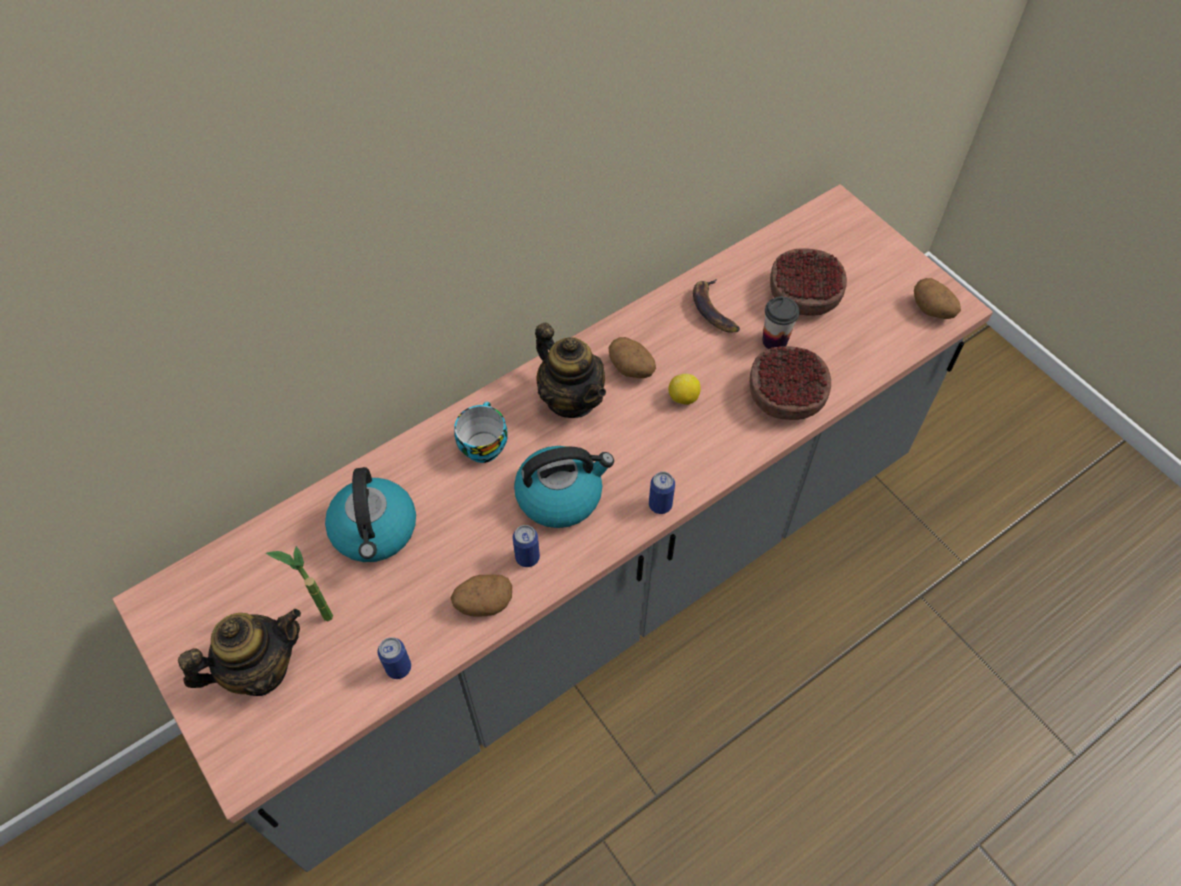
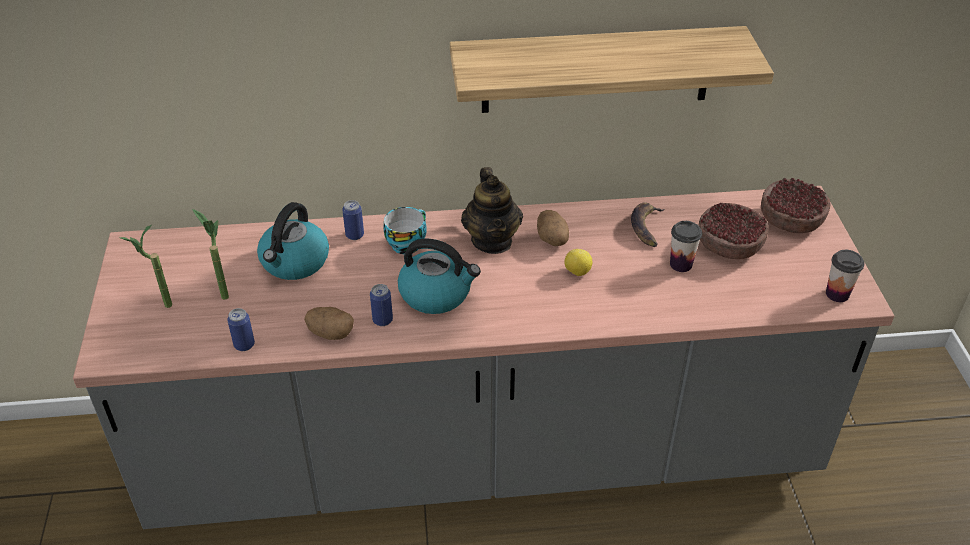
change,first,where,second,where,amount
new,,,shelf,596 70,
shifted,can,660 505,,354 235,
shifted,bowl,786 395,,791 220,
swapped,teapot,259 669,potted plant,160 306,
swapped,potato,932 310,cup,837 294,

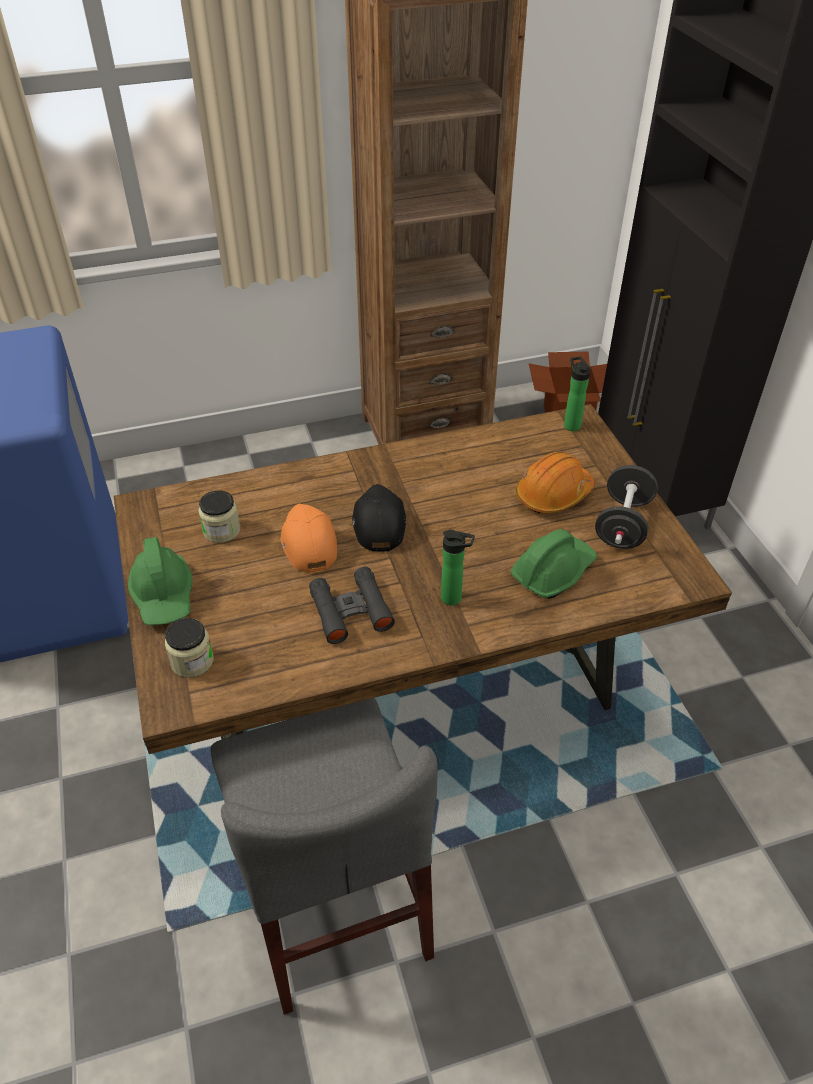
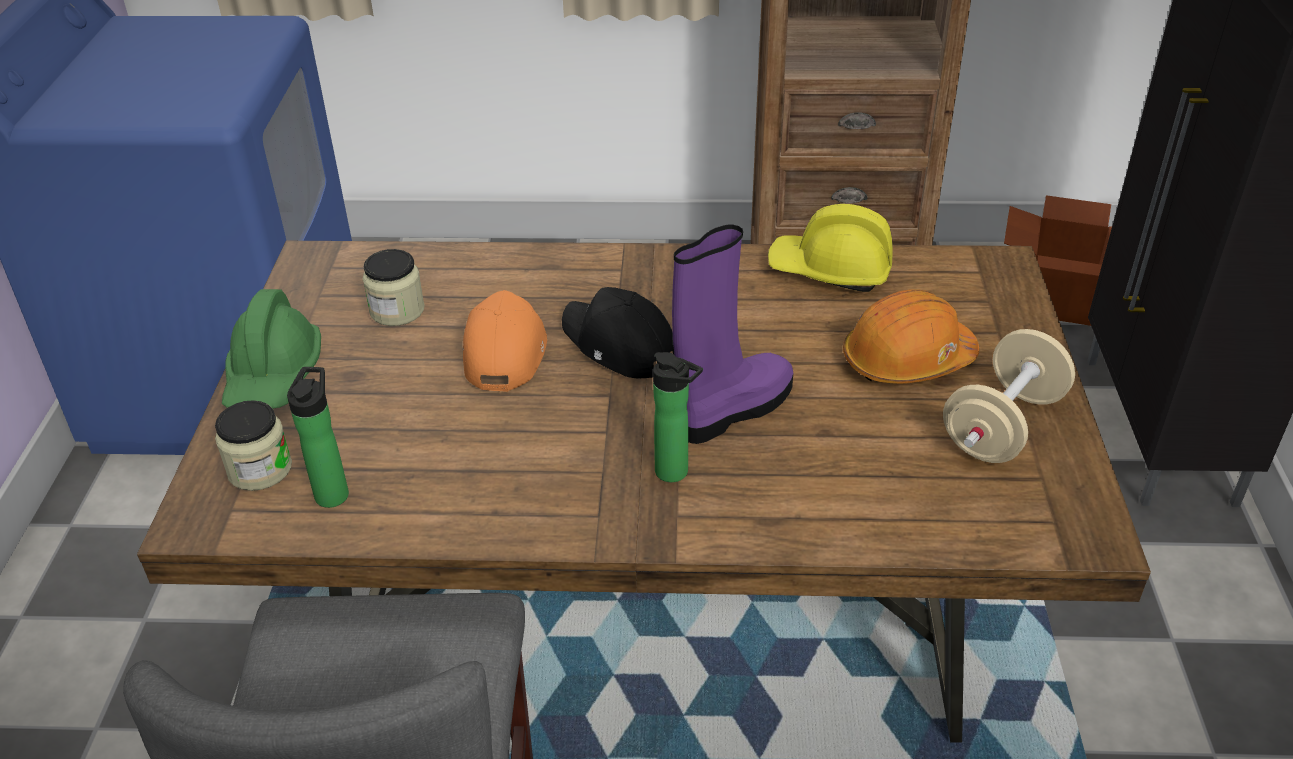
change,first,where,second,where,amount
gone,black binoculars,350 611,,,
gone,green hard hat,553 572,,,
new,,,purple boot,732 410,
new,,,yellow hard hat,830 270,
shifted,bottle,571 424,,333 492,
repainted,black dumbbell,622 524,beige dumbbell,1002 426,
rotated,black cap,378 523,,618 345,60 degrees counterclockwise

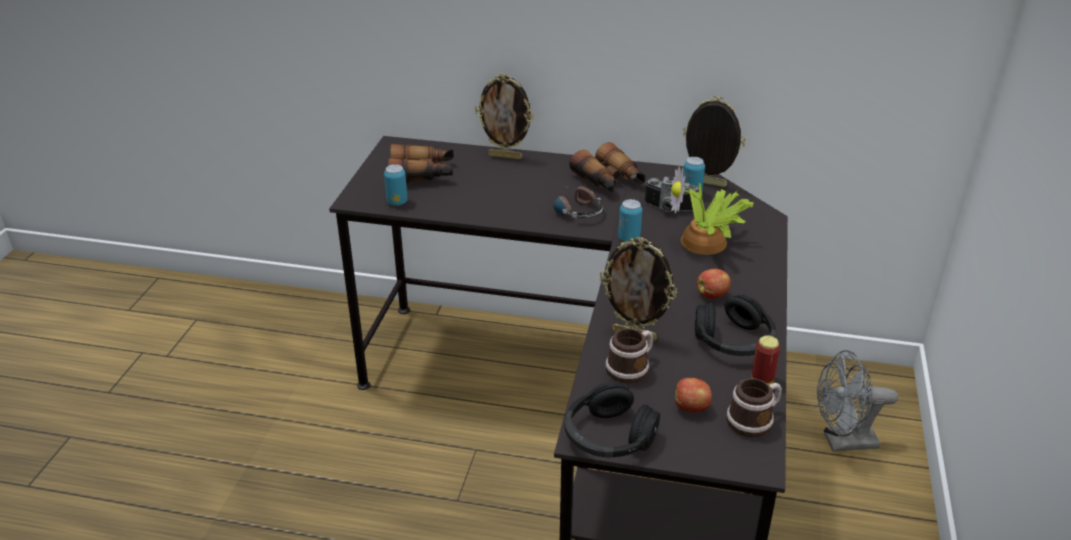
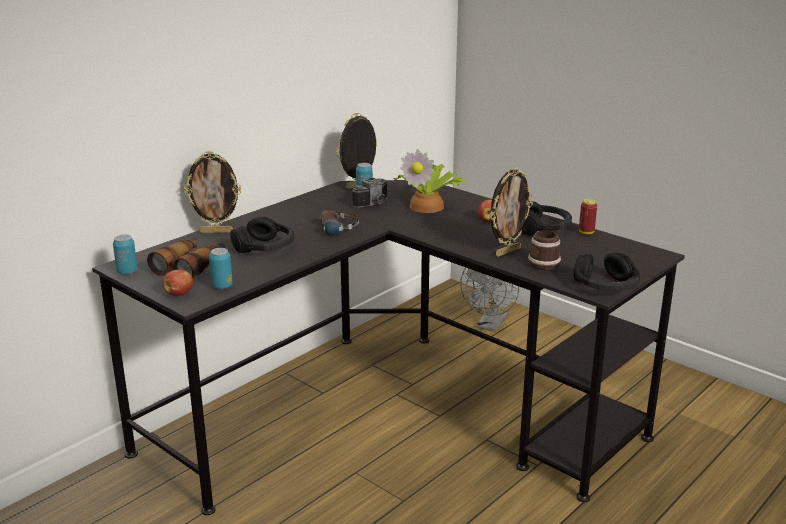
change,first,where,second,where,amount
gone,binoculars,609 181,,,
gone,mug,754 420,,,
new,,,black headphones,265 248,
shifted,can,629 239,,127 272,
shifted,apple,691 408,,179 294,
rotated,picture frame,505 156,,216 232,45 degrees clockwise

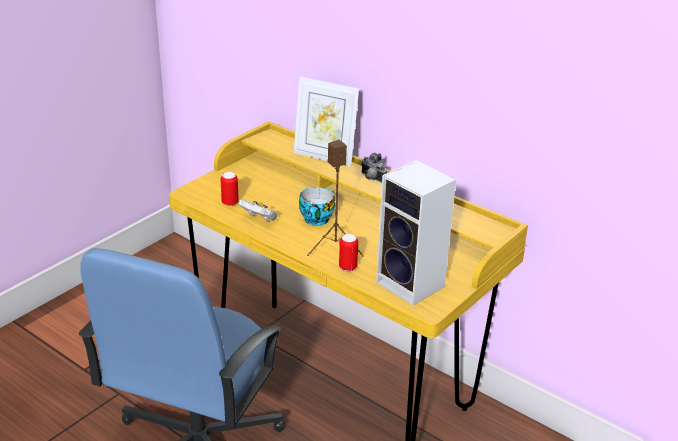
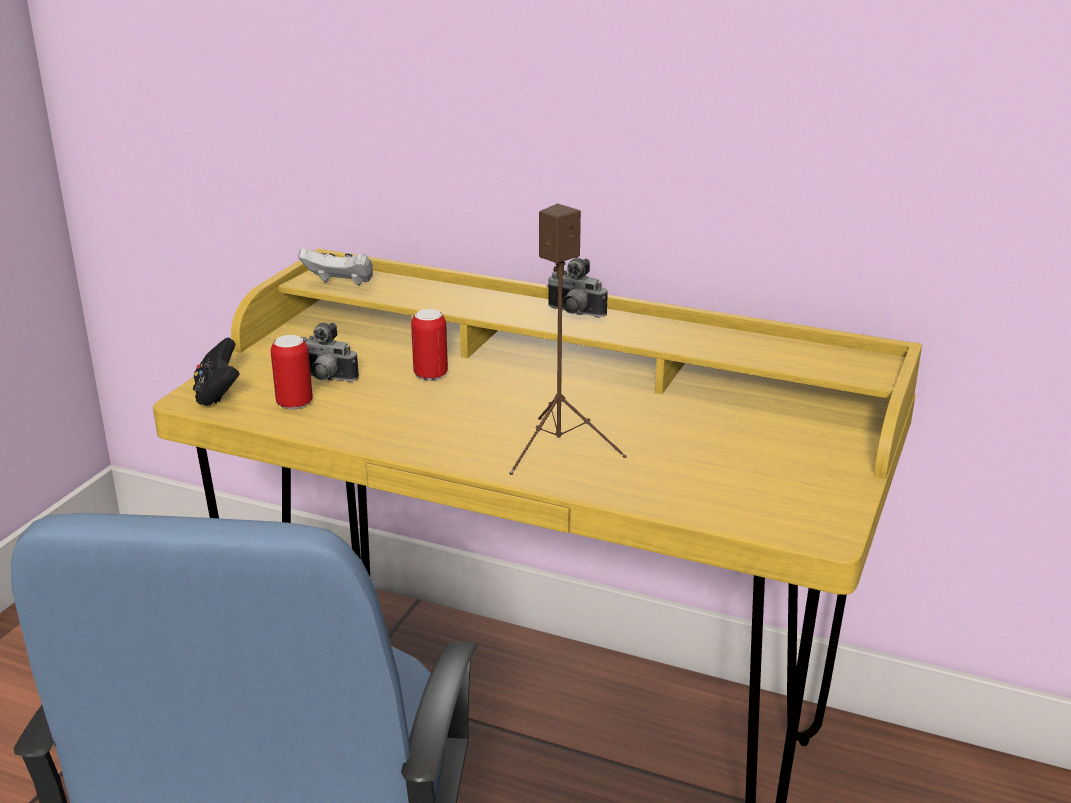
change,first,where,second,where,amount
gone,picture frame,324 157,,,
gone,cup,314 218,,,
gone,speaker,413 285,,,
new,,,black game controller,218 393,
new,,,photo camera,325 379,
shifted,white game controller,259 219,,340 284,
shifted,can,348 267,,430 375,

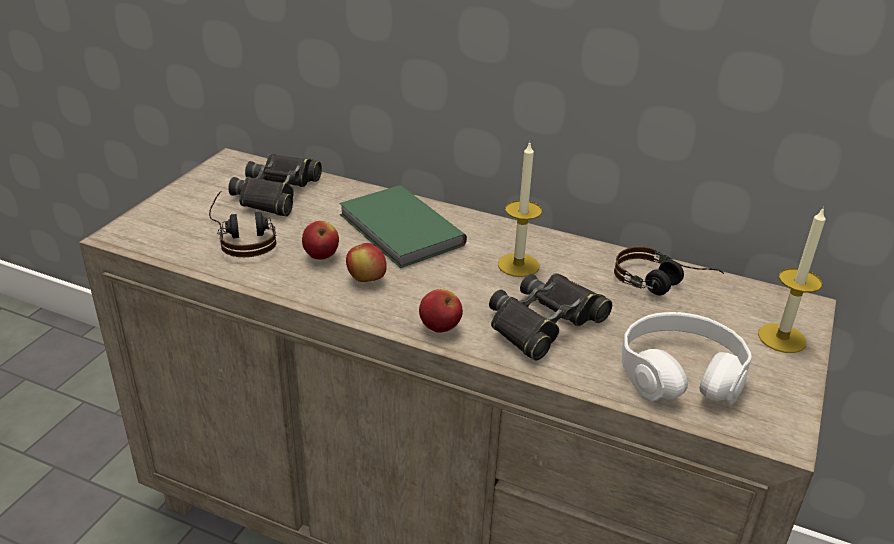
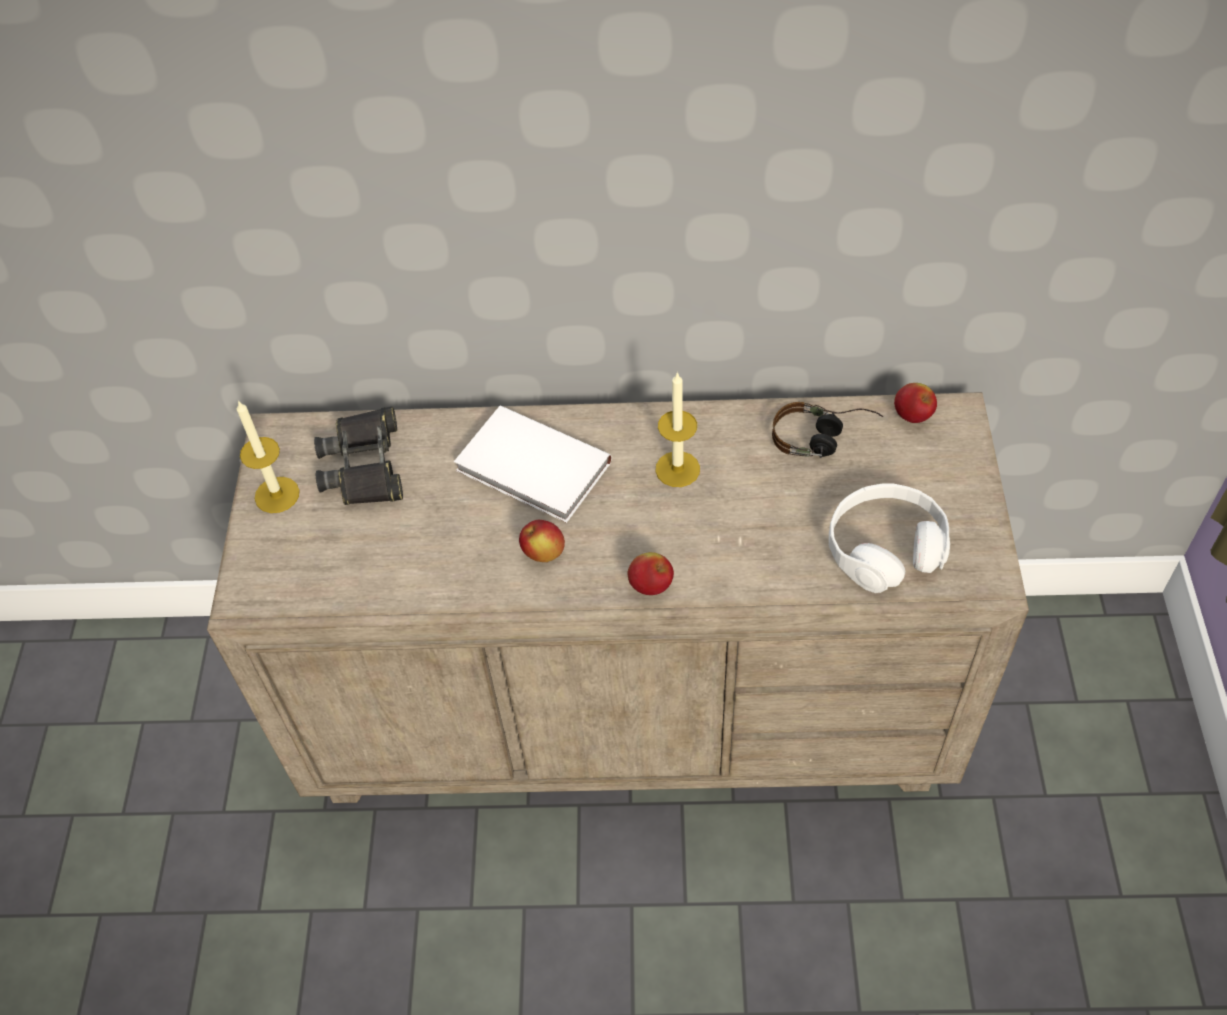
change,first,where,second,where,amount
gone,headphones,243 236,,,
gone,black binoculars,544 323,,,
shifted,apple,321 256,,912 416,
shifted,candle,782 338,,277 495,
repainted,green book,399 231,white book,533 469,

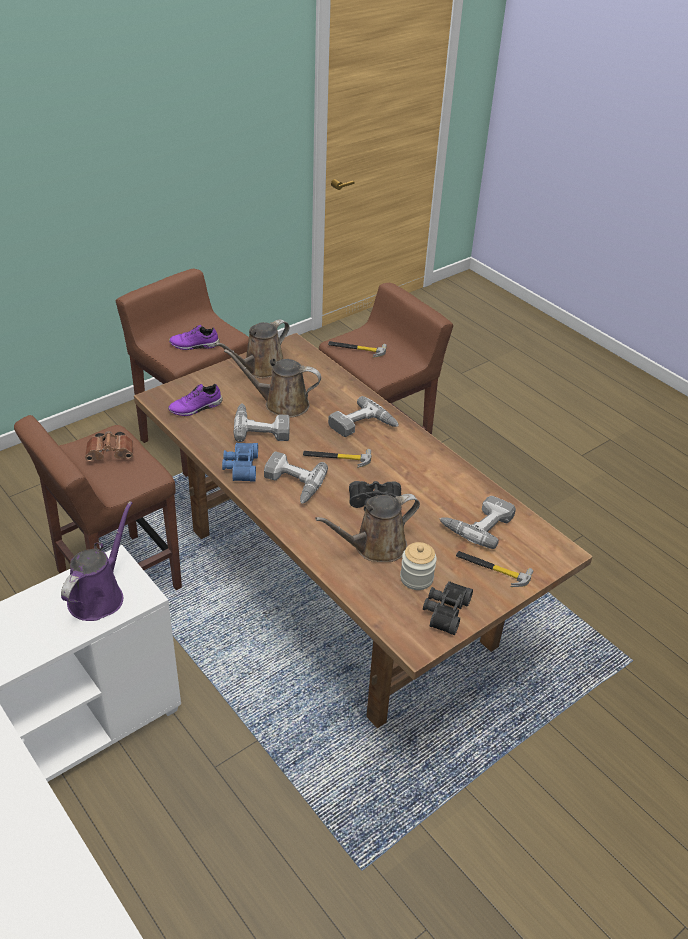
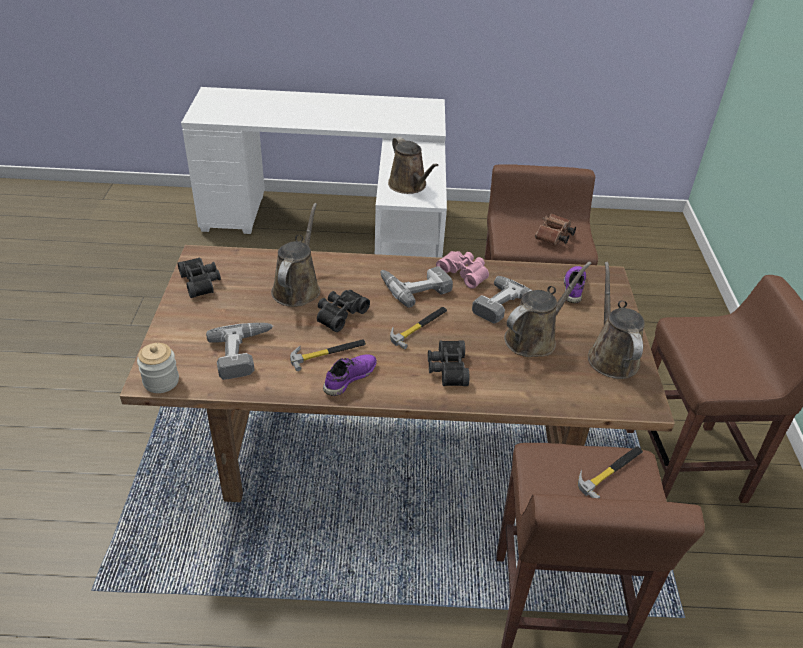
change,first,where,second,where,amount
shifted,purple shoe,194 345,,349 378,
shifted,jar,416 578,,161 381,
shifted,hammer,492 569,,328 353,
swapped,power drill,363 426,black binoculars,446 369,
repainted,purple watering can,99 595,brown watering can,409 186,
repainted,blue binoculars,240 467,pink binoculars,464 273,

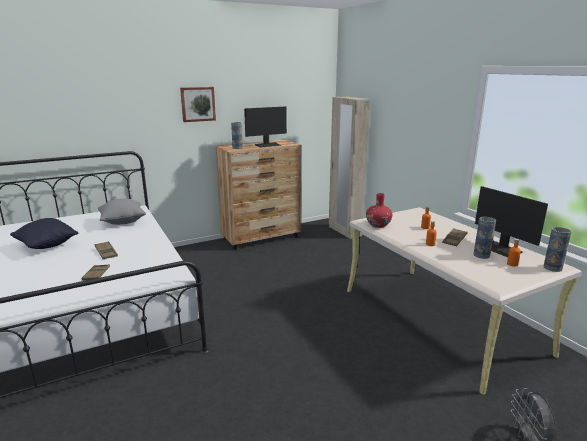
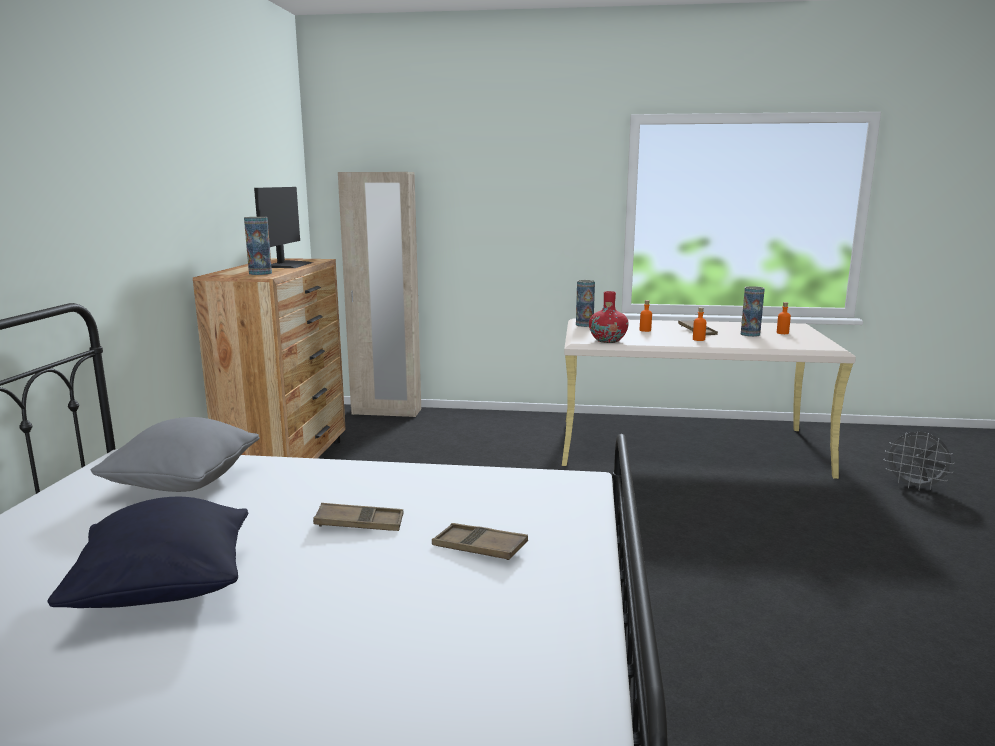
change,first,where,second,where,amount
gone,picture,198 104,,,
gone,monitor,499 248,,,
shifted,vase,552 268,,584 325,

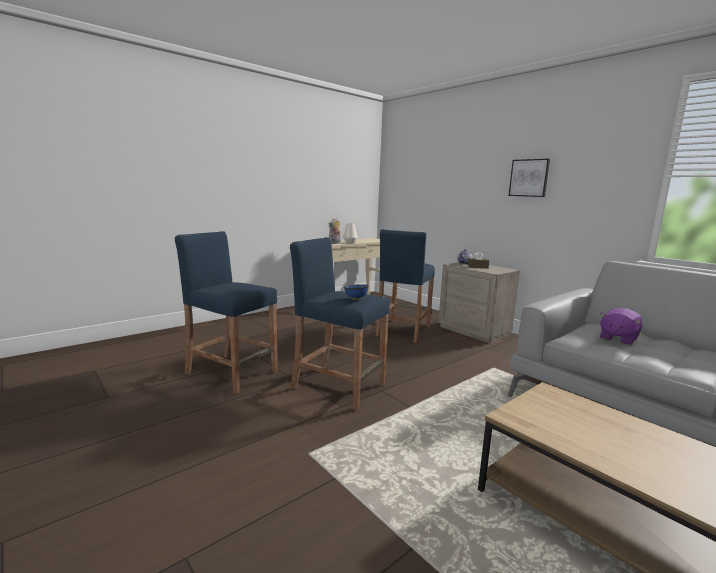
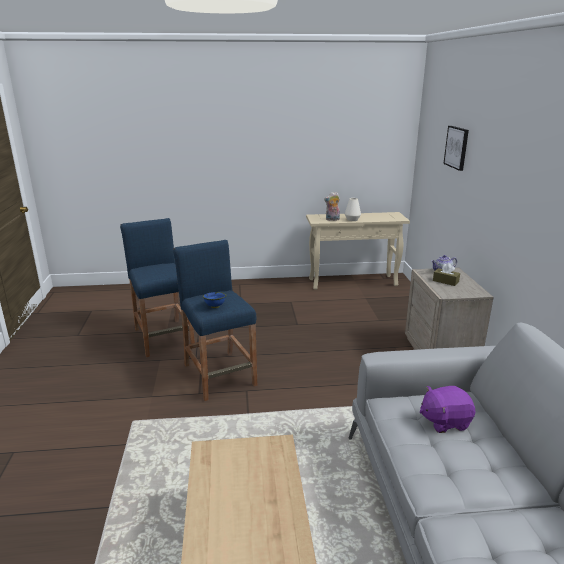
change,first,where,second,where,amount
gone,blue stool,403 331,,,
shifted,picture,529 178,,457 147,

